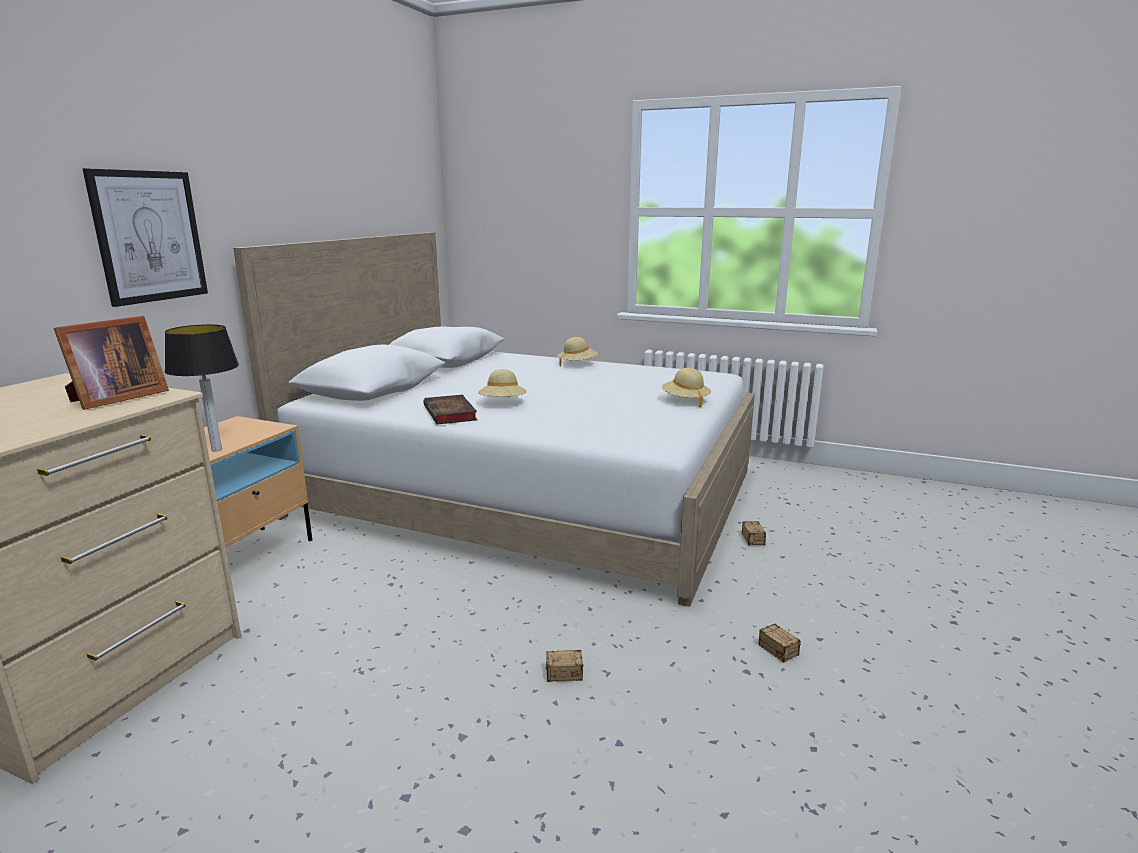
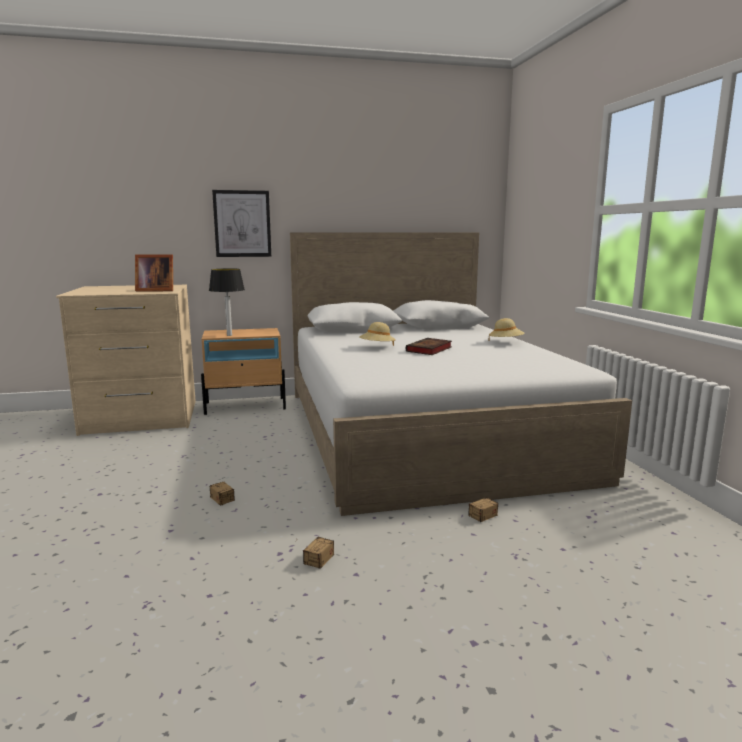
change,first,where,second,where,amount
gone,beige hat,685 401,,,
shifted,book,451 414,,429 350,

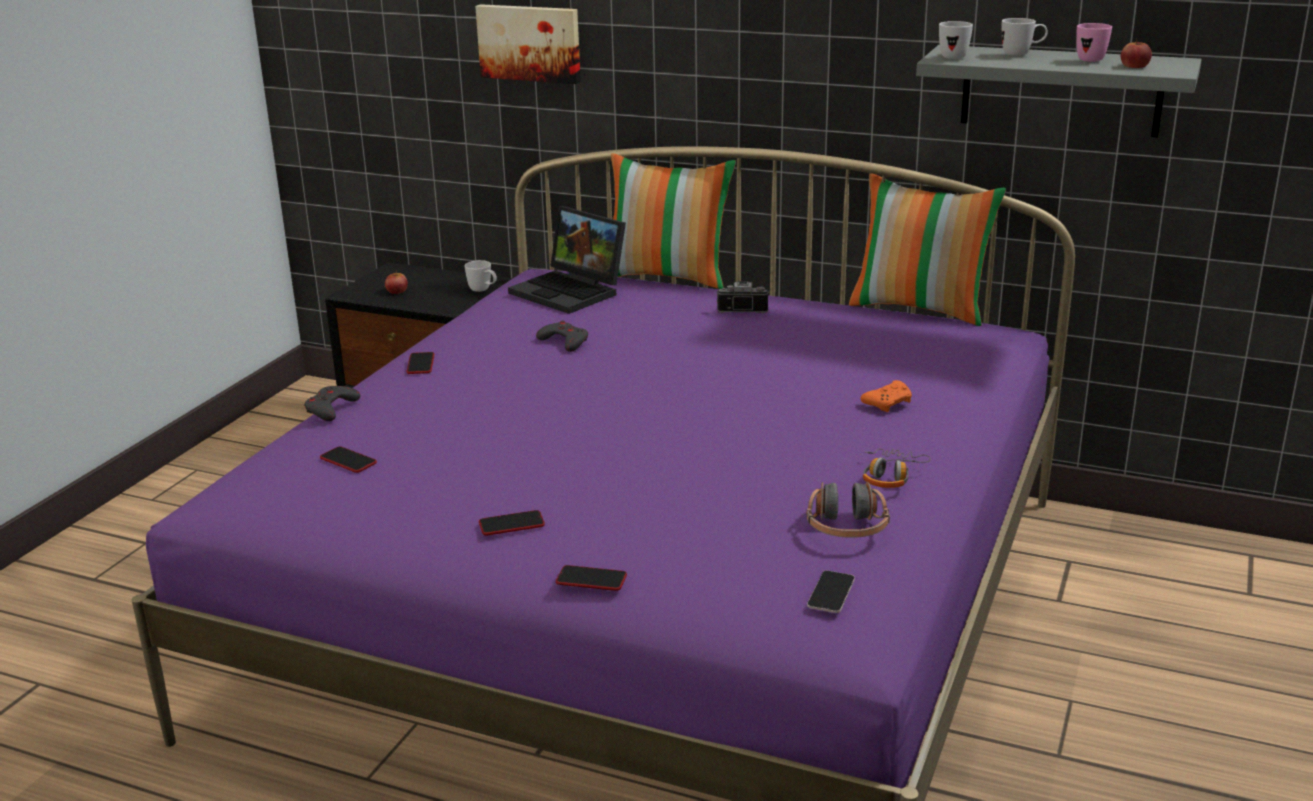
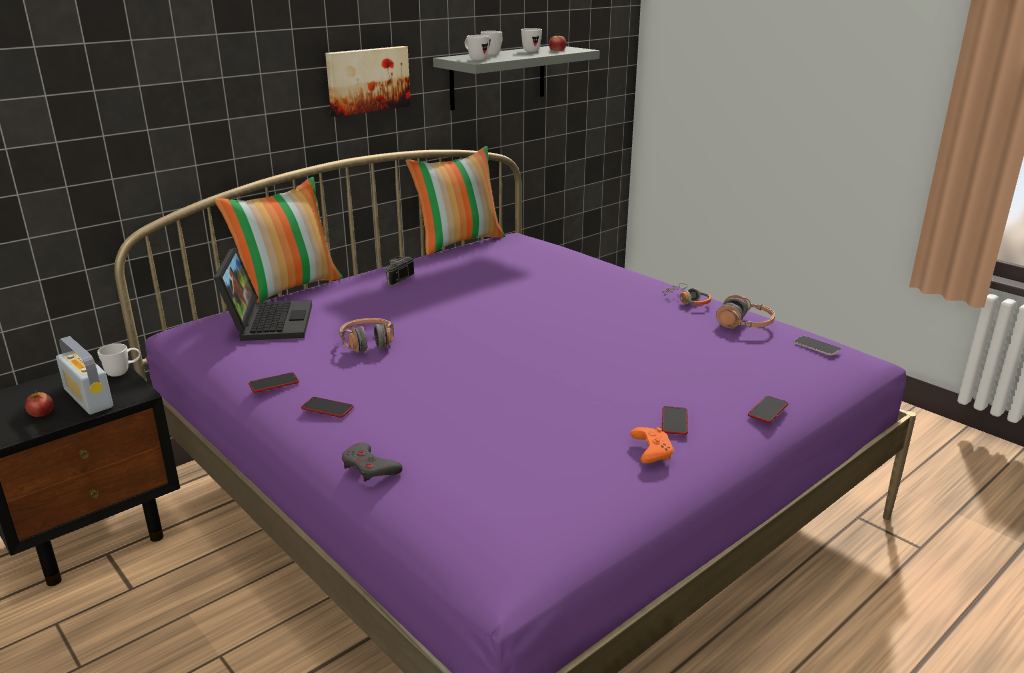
change,first,where,second,where,amount
new,,,radio,88 398,
shifted,phone,348 461,,274 383,
shifted,picture,530 43,,367 80,
shifted,orange game controller,888 403,,651 451,
swapped,grey game controller,564 341,headphones,368 343,
repainted,pink mug,1093 59,white mug,529 51,
rotated,laptop,572 291,,267 321,75 degrees counterclockwise

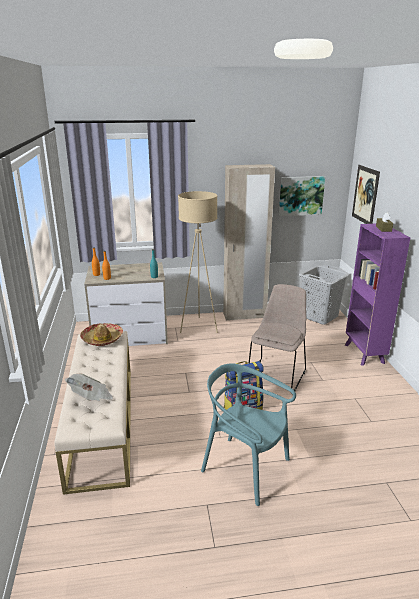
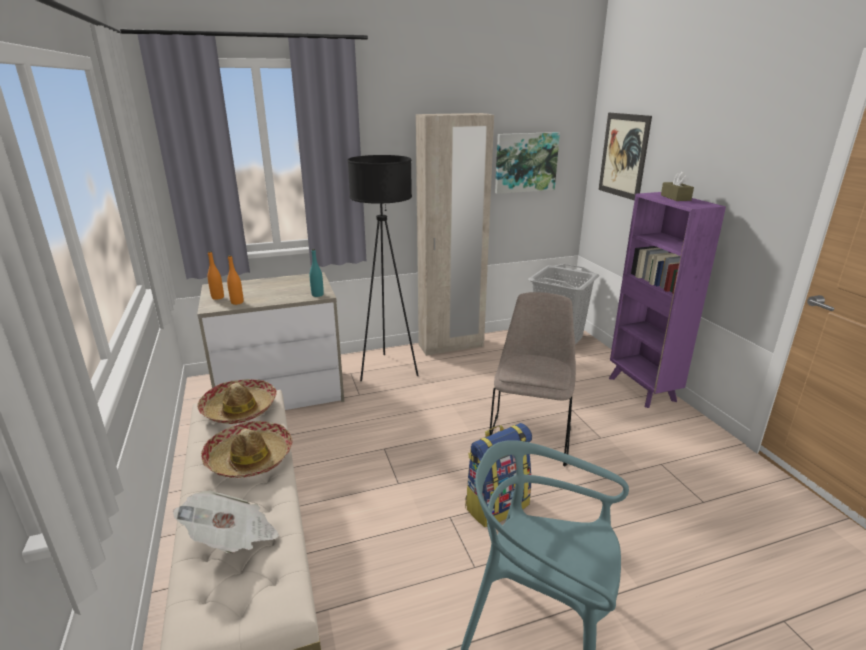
change,first,where,second,where,amount
new,,,hat,249 458,
repainted,beige floor lamp,199 327,black floor lamp,387 370,

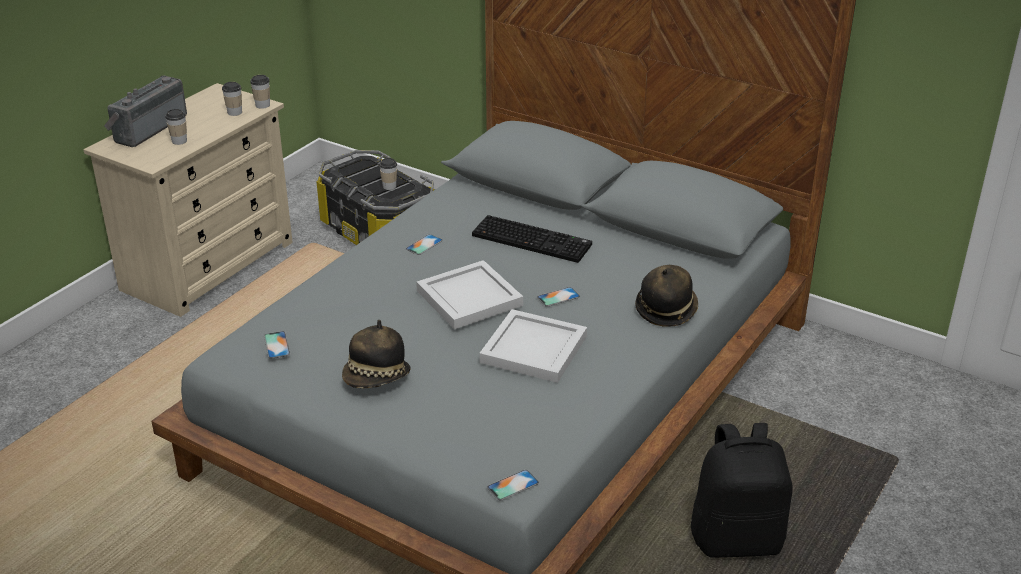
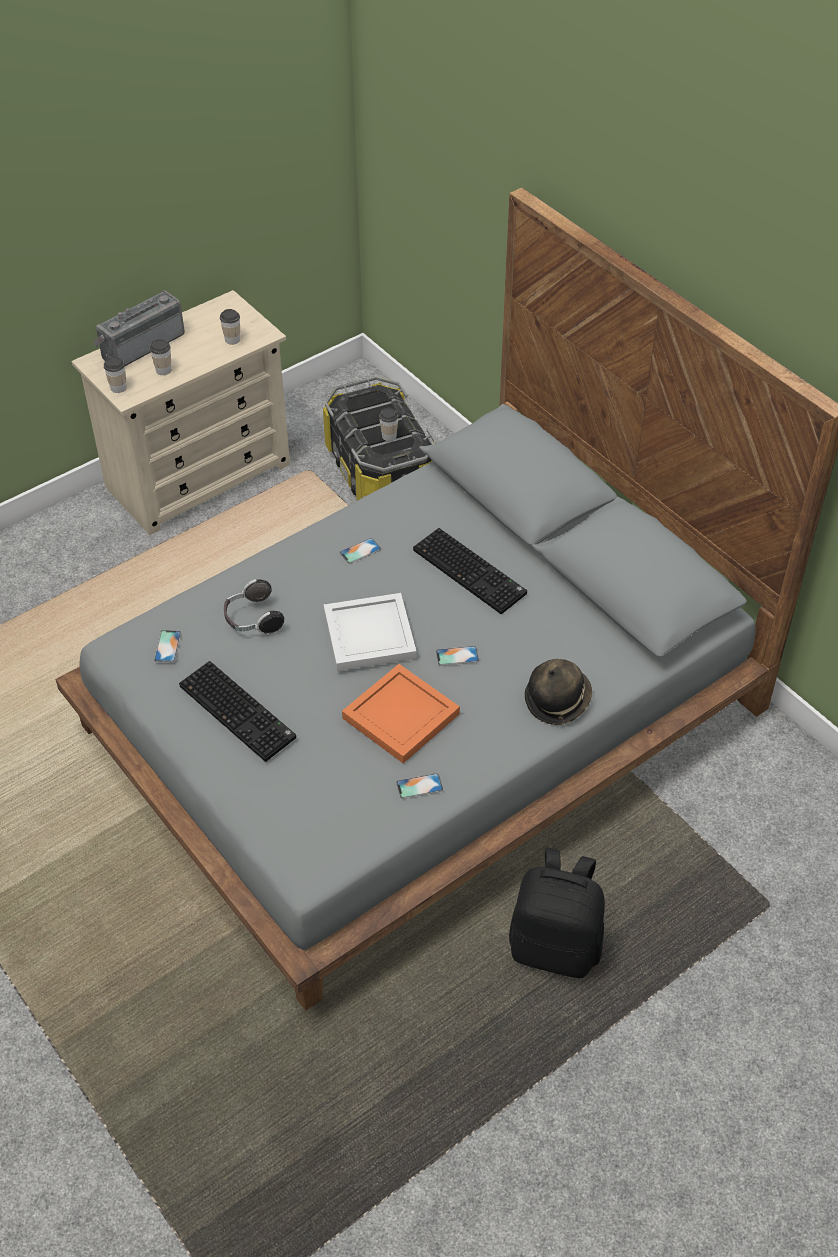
change,first,where,second,where,amount
new,,,headphones,252 619,
shifted,cup,262 105,,118 388,
shifted,phone,513 485,,419 786,
swapped,hat,376 378,keyboard,240 711,
repainted,white tray,534 350,orange tray,401 717,

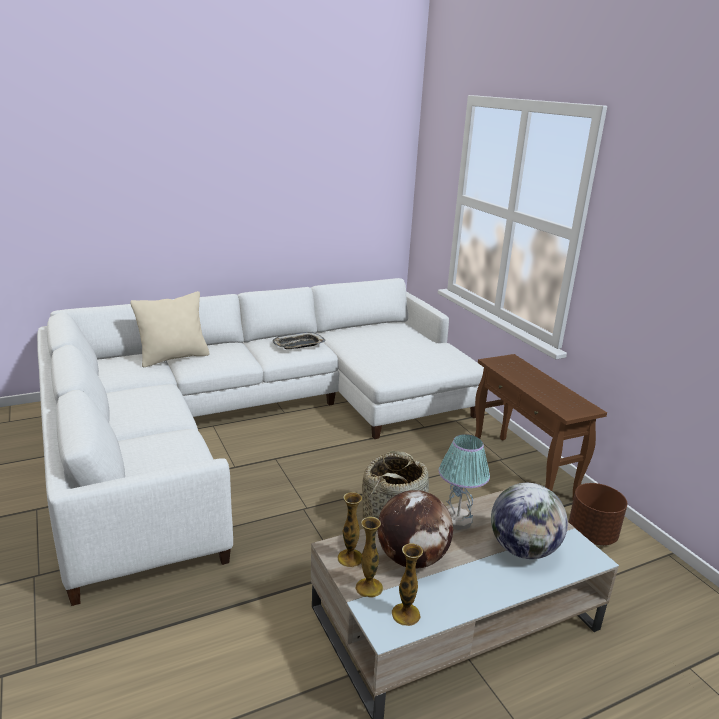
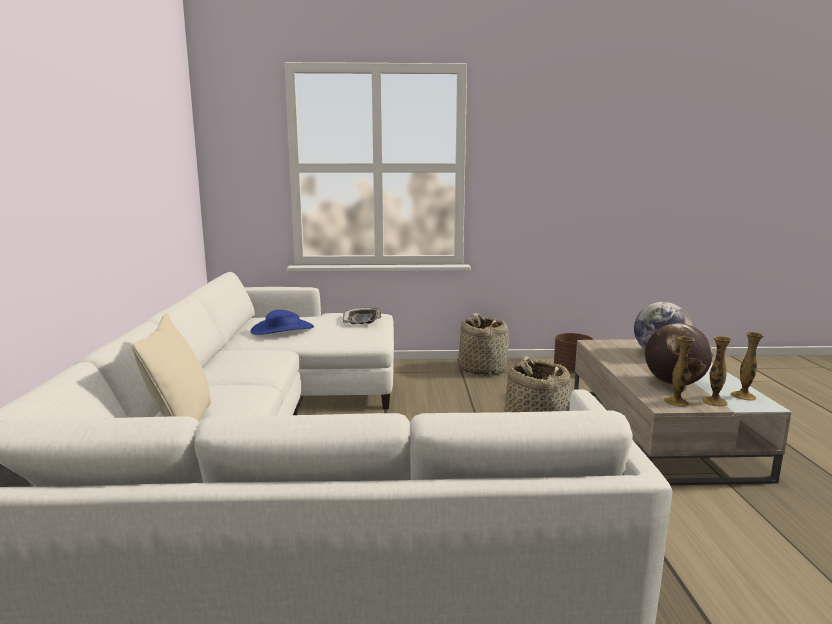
change,first,where,second,where,amount
gone,table lamp,458 520,,,
new,,,blue hat,282 329,
shifted,tray,298 345,,362 320,
swapped,brown side table,522 470,basket,482 369,

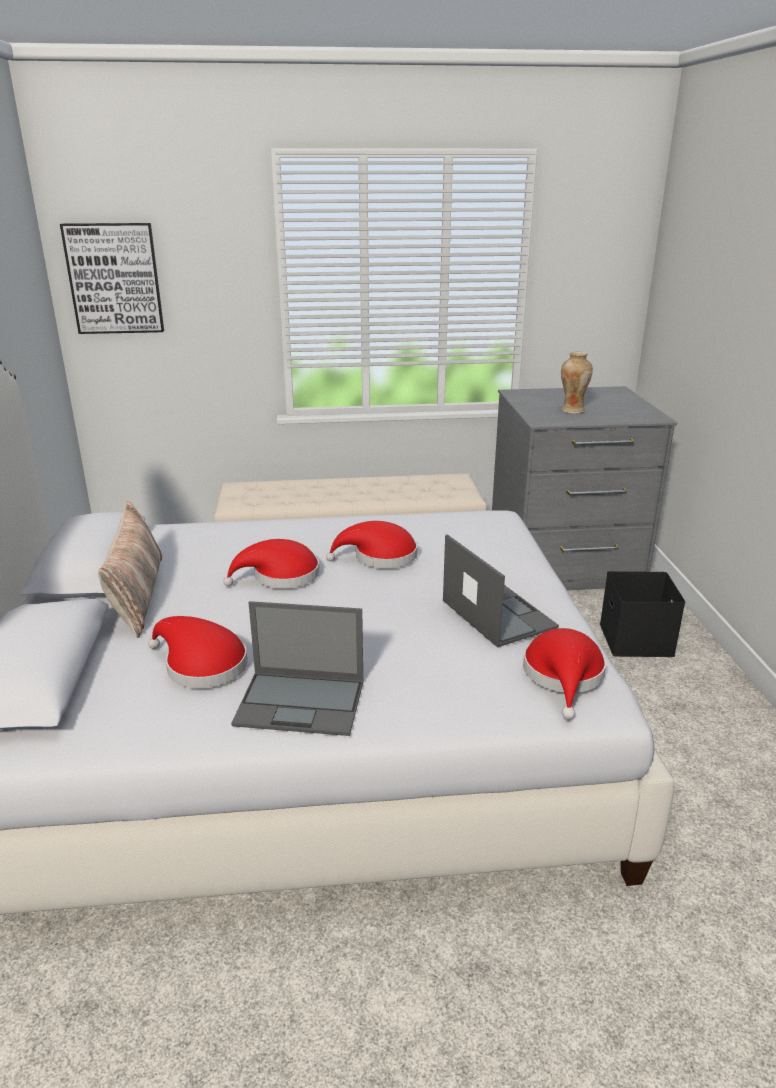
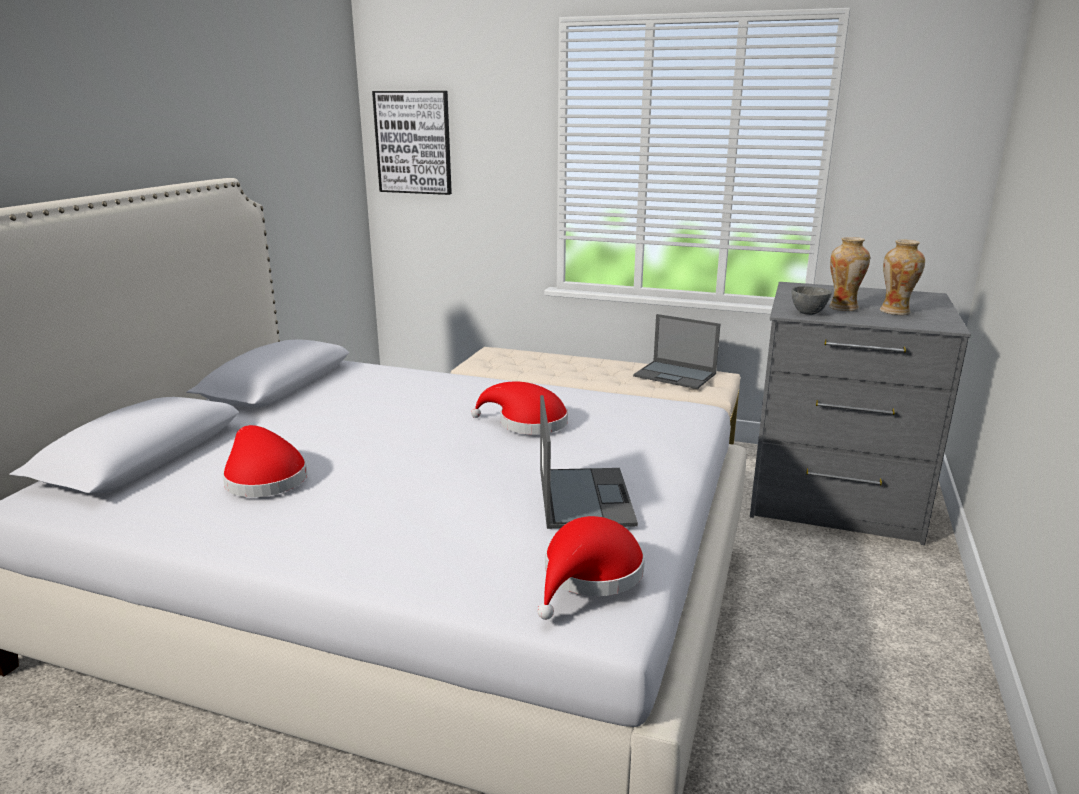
change,first,where,second,where,amount
gone,pillow,137 594,,,
gone,red hat,280 576,,,
gone,black storage box,637 640,,,
new,,,grey bowl,807 313,
new,,,vase,895 312,
shifted,laptop,302 703,,676 375,

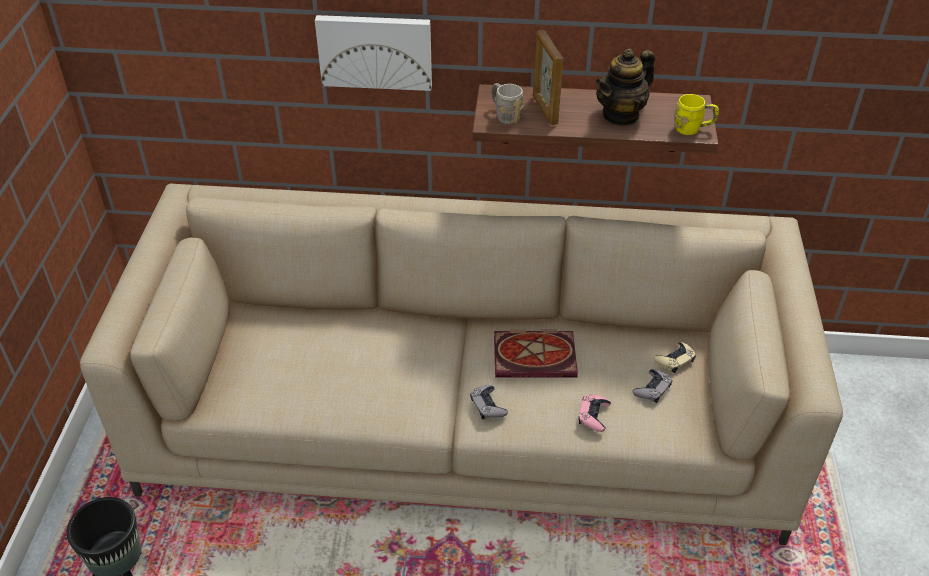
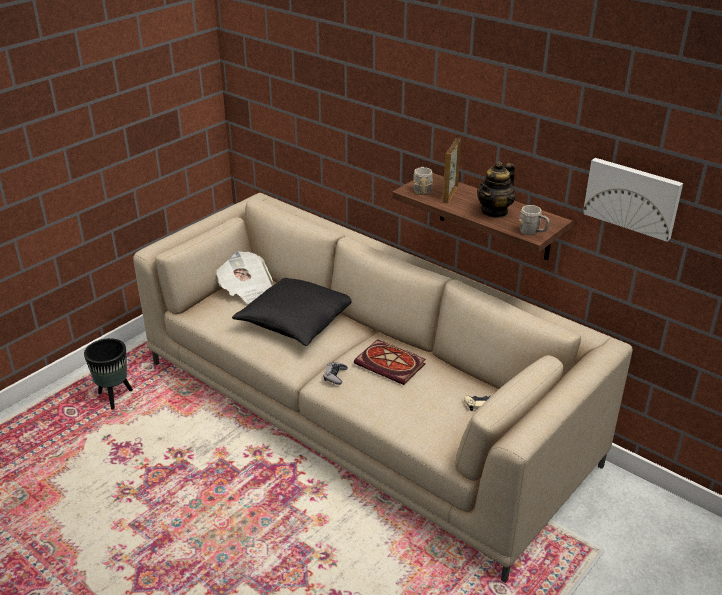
change,first,where,second,where,amount
gone,pink game controller,593 415,,,
gone,grey game controller,652 389,,,
new,,,newspaper,246 290,
new,,,black pillow,296 322,
shifted,picture,375 50,,632 197,
repainted,yellow mug,693 129,grey mug,532 232,
rotated,teapot,621 115,,495 211,45 degrees counterclockwise

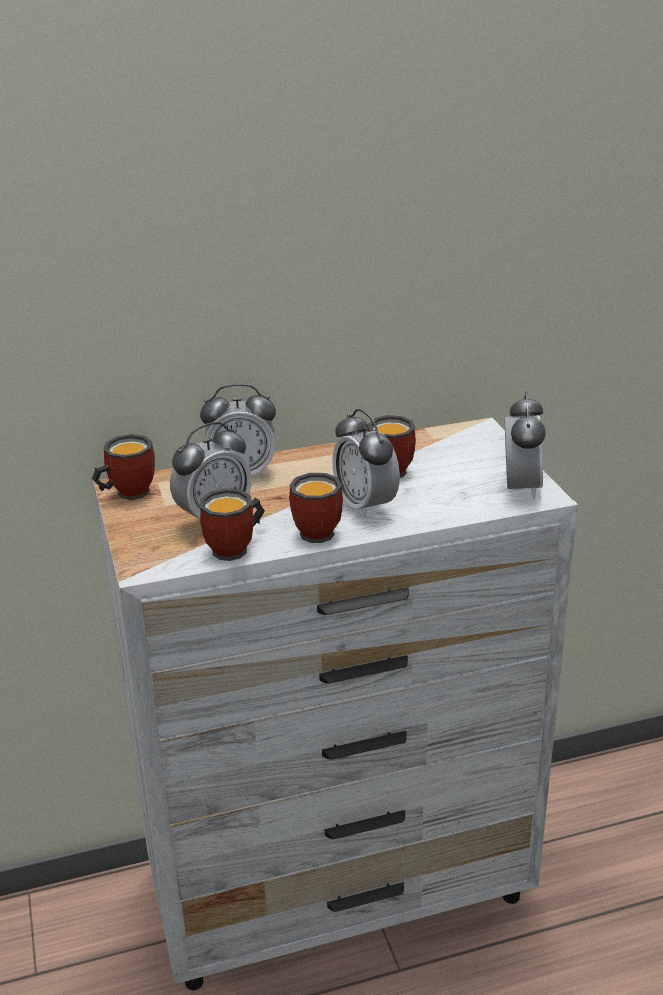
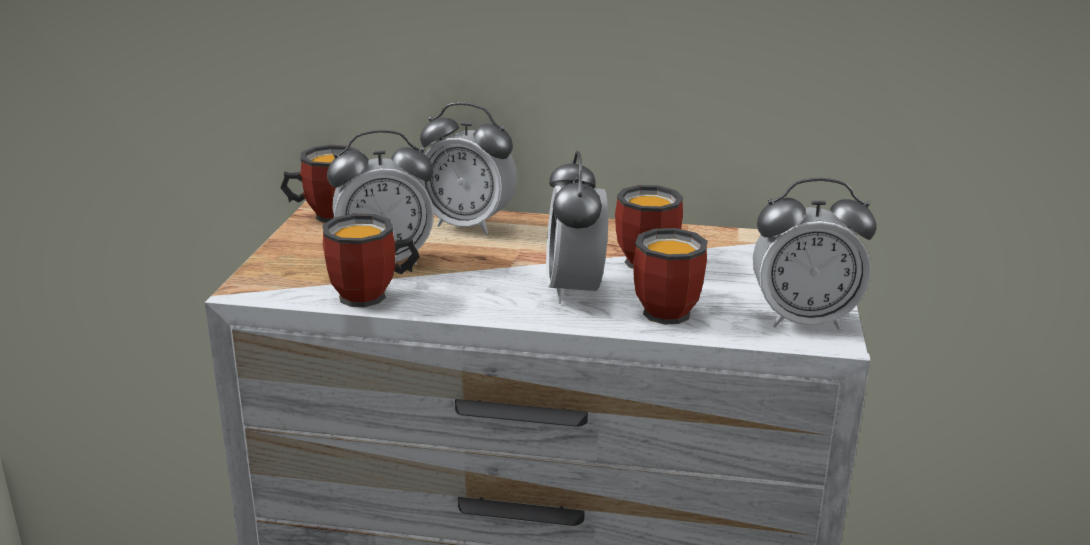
change,first,where,second,where,amount
shifted,mug,320 530,,674 310,
rotated,alarm clock,520 487,,803 320,60 degrees clockwise

